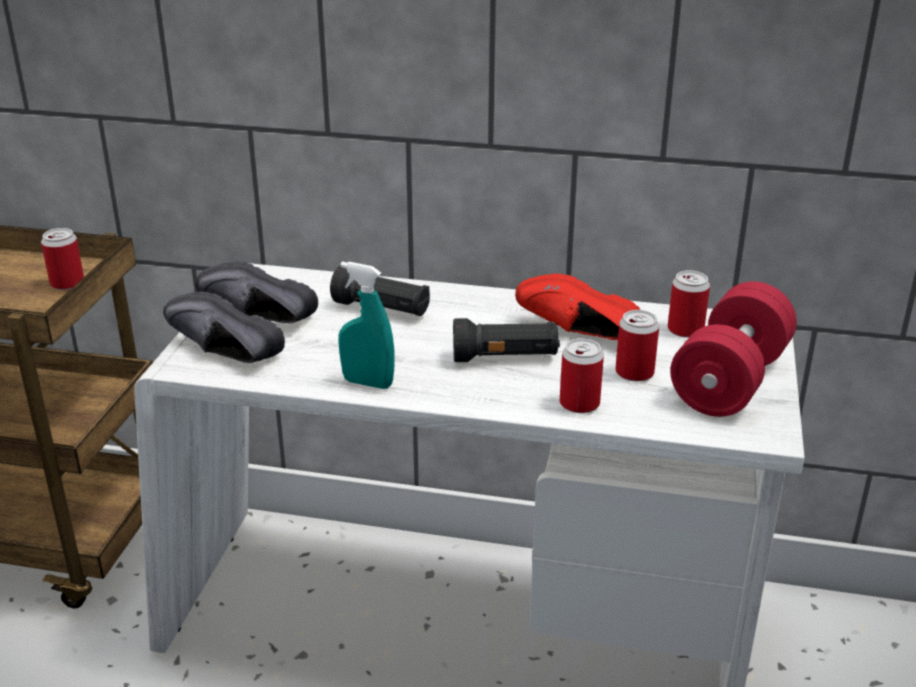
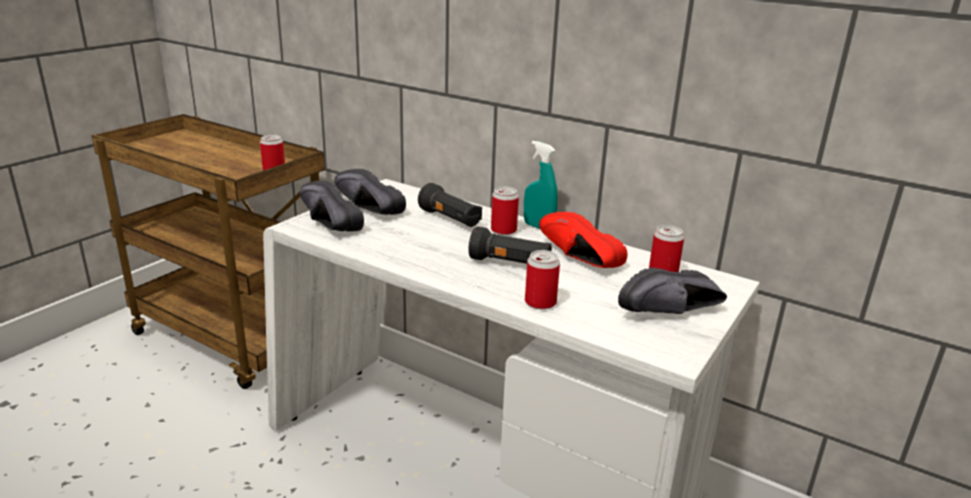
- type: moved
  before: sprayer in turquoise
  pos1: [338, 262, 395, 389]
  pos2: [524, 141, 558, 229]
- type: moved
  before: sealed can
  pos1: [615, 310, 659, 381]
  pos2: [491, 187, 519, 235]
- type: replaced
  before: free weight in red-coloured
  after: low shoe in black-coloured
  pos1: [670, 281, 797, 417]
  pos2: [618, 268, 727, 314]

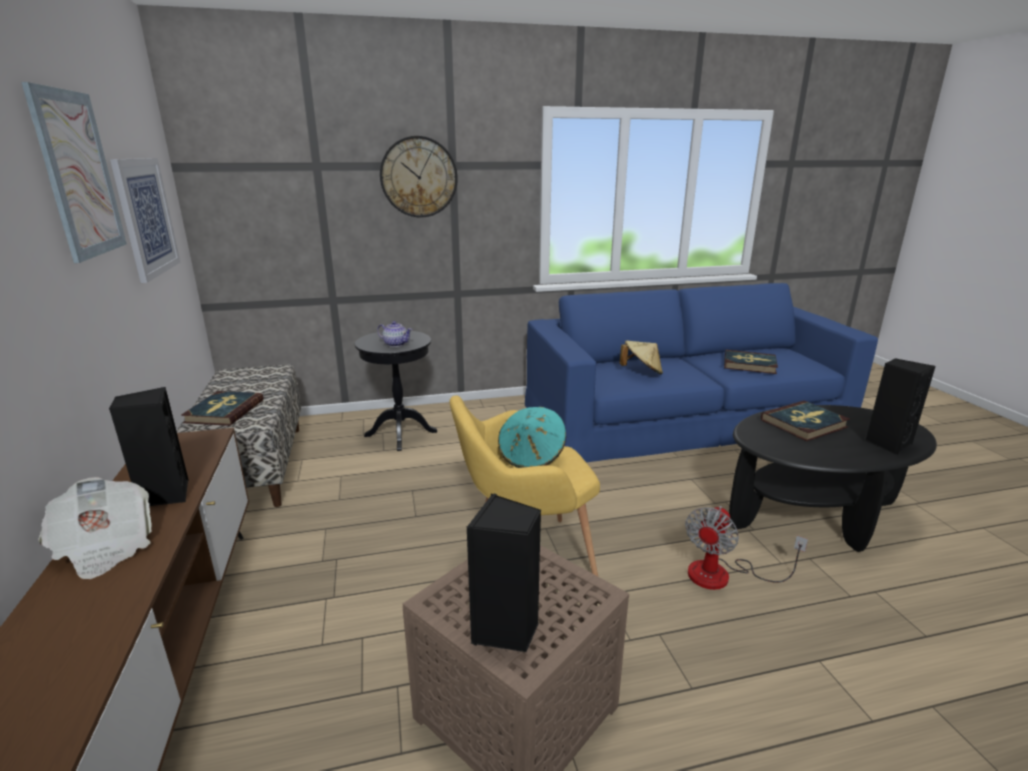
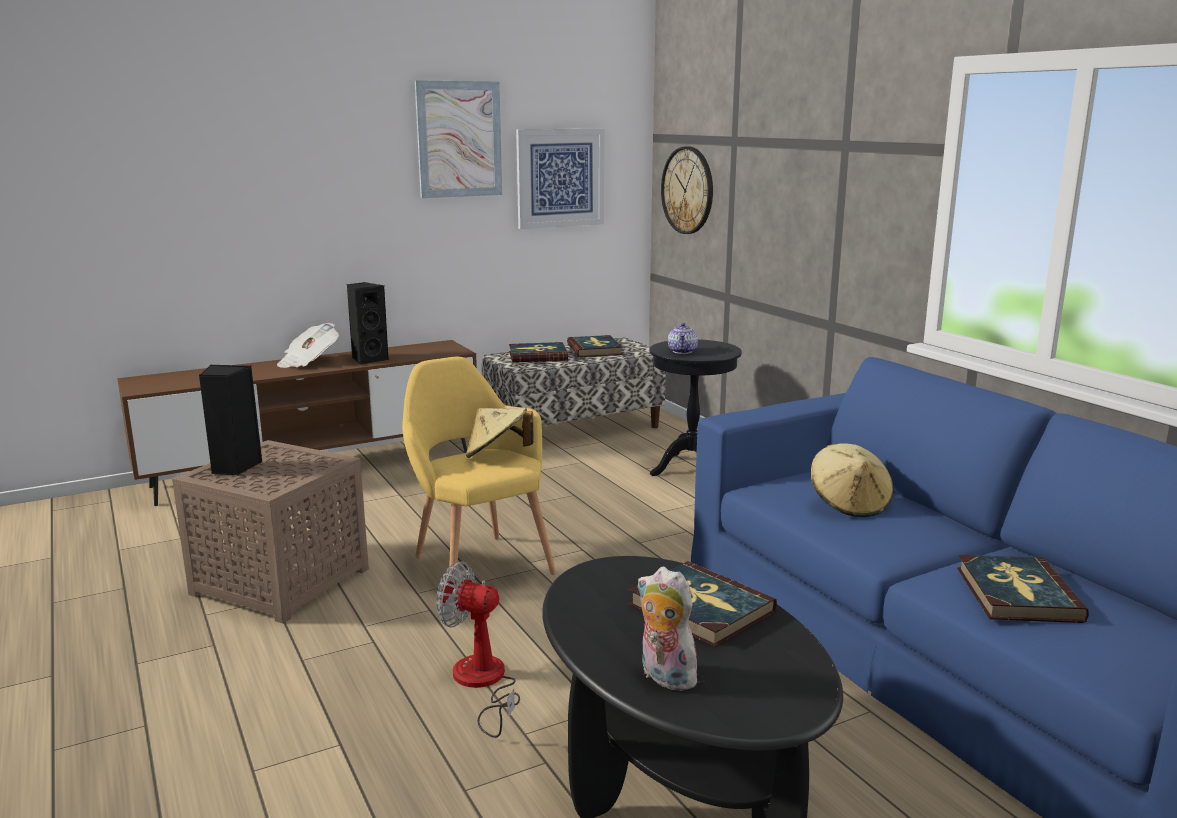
- type: moved
  before: hanging clock
  pos1: [380, 136, 458, 218]
  pos2: [661, 146, 713, 234]
- type: recoloured
  before: clothing hat in turquoise
  after: clothing hat in beige-coloured
  pos1: [498, 407, 566, 468]
  pos2: [466, 408, 534, 458]
- type: replaced
  before: audio speaker in black-coloured
  after: soft toy
  pos1: [865, 358, 936, 455]
  pos2: [638, 567, 697, 691]
- type: added
  after: book
  pos2: [567, 335, 623, 357]

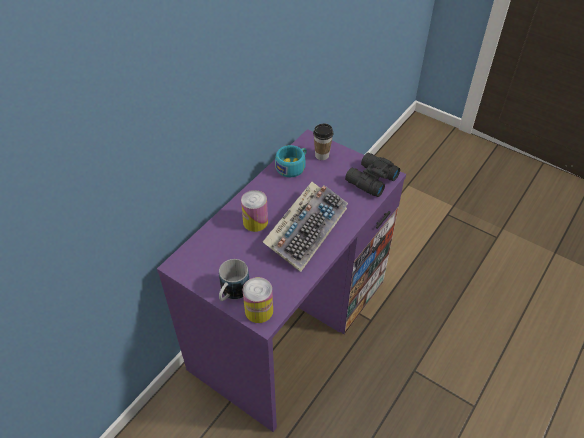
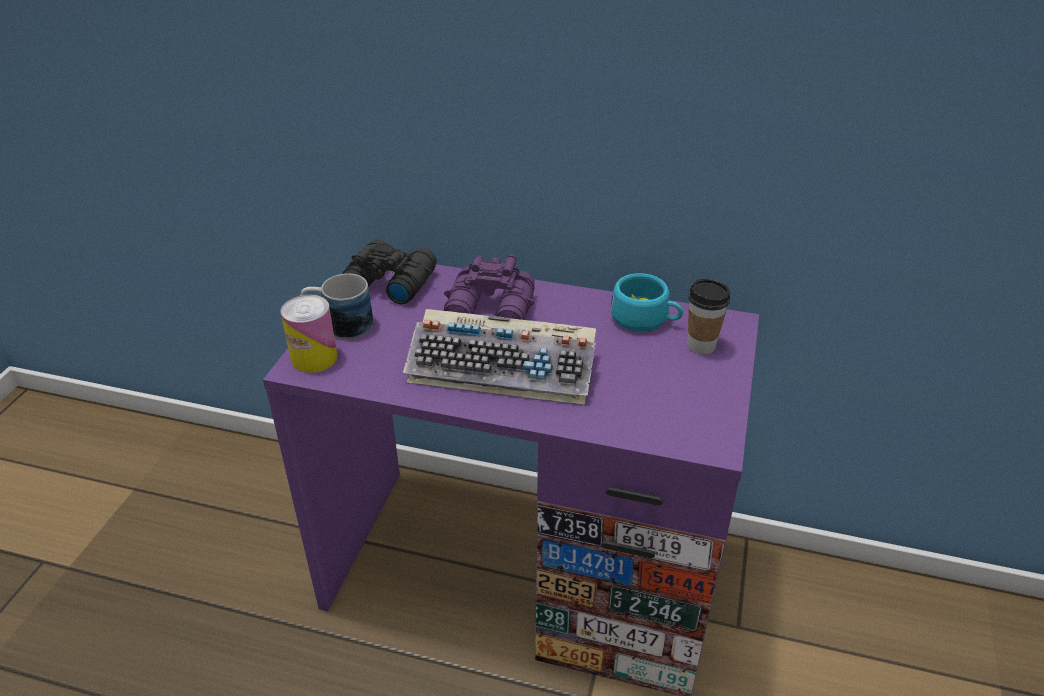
- type: replaced
  before: sealed can
  after: binoculars in purple-coloured
  pos1: [241, 190, 268, 232]
  pos2: [444, 255, 535, 320]
- type: moved
  before: binoculars in black-coloured
  pos1: [345, 153, 400, 197]
  pos2: [343, 240, 437, 304]

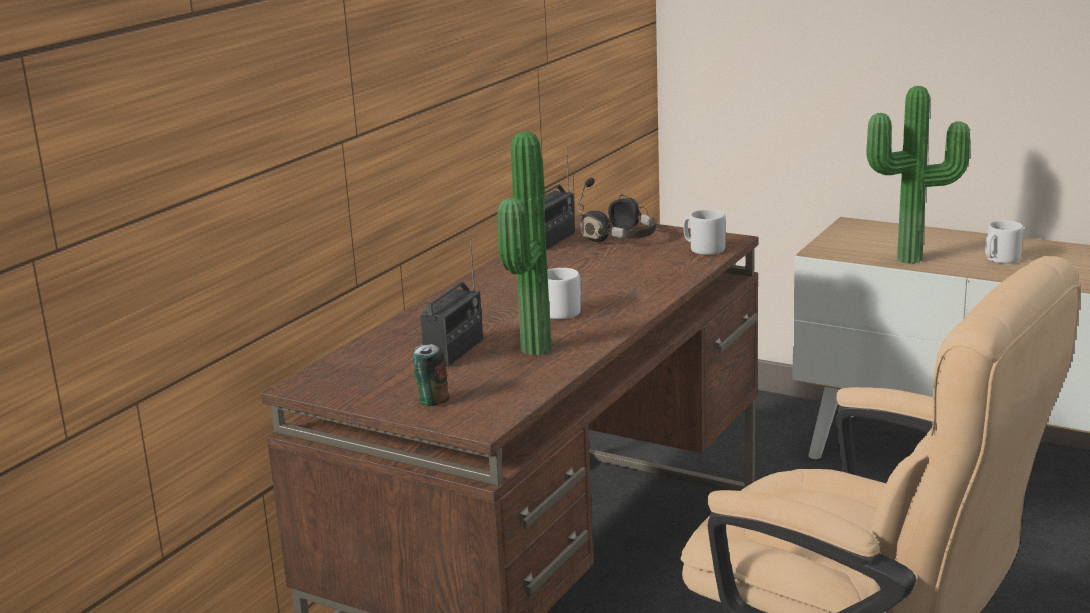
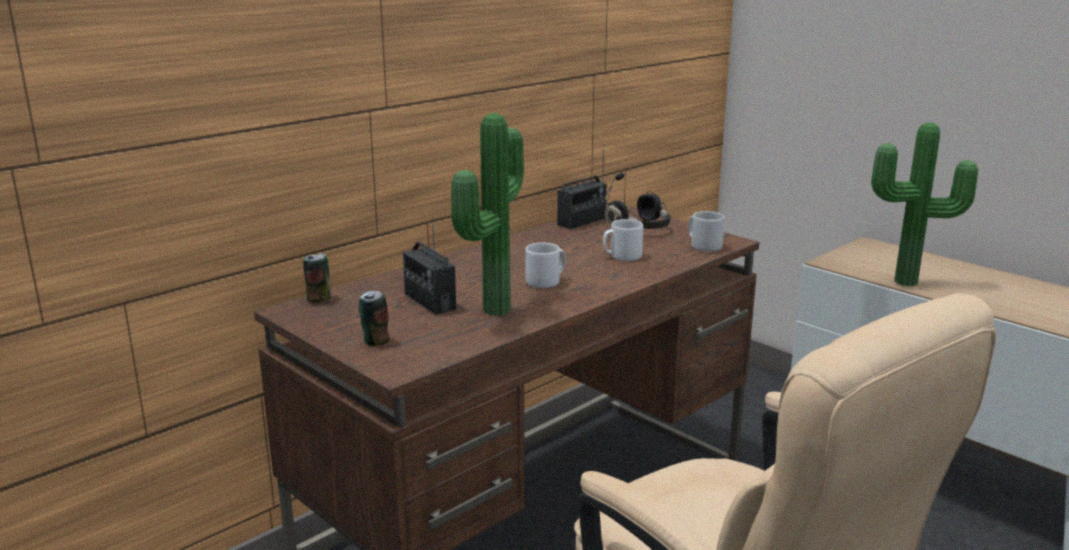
- type: turned
  before: radio receiver
  pos1: [420, 237, 483, 367]
  pos2: [403, 218, 456, 315]
  turn: 105
- type: moved
  before: mug in white
  pos1: [985, 220, 1023, 264]
  pos2: [603, 219, 643, 261]
- type: added
  after: sealed can
  pos2: [303, 254, 331, 303]

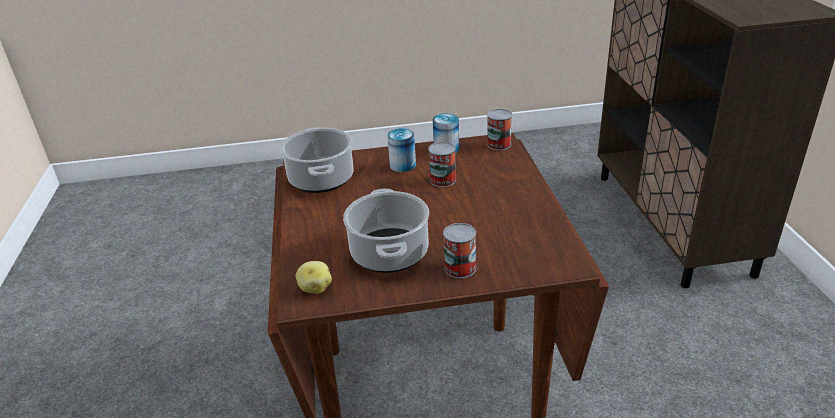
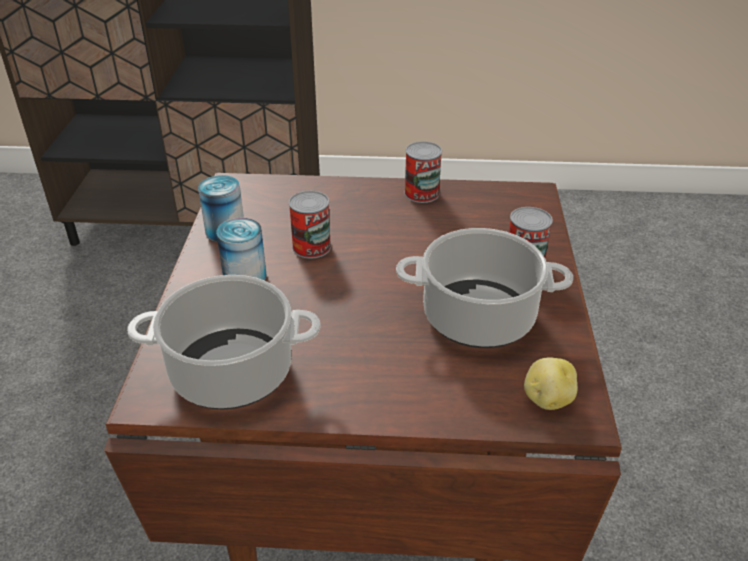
- type: moved
  before: sealed can
  pos1: [487, 109, 512, 150]
  pos2: [404, 141, 442, 203]

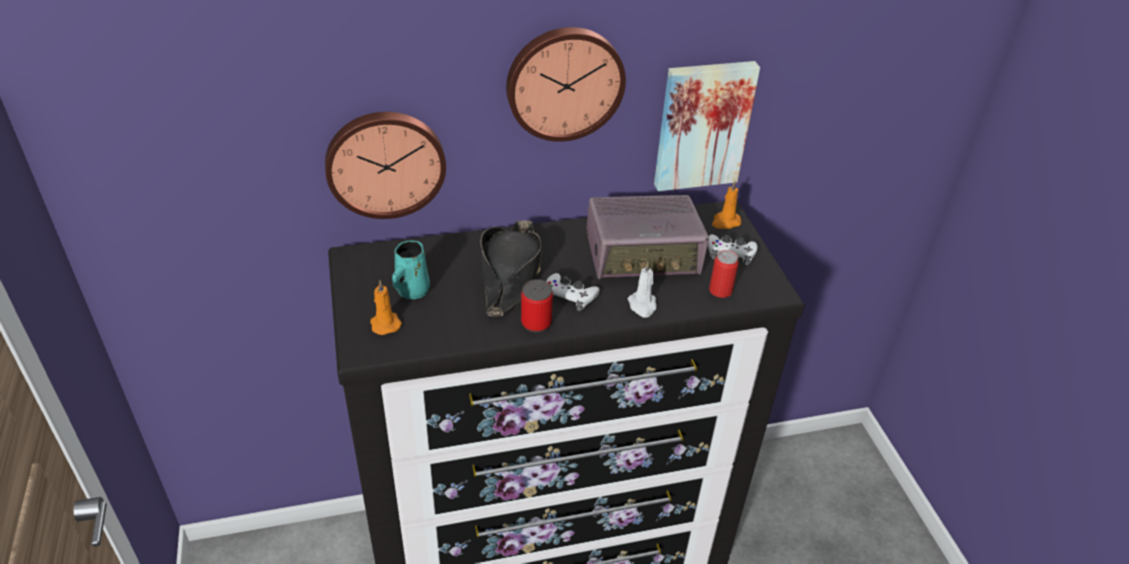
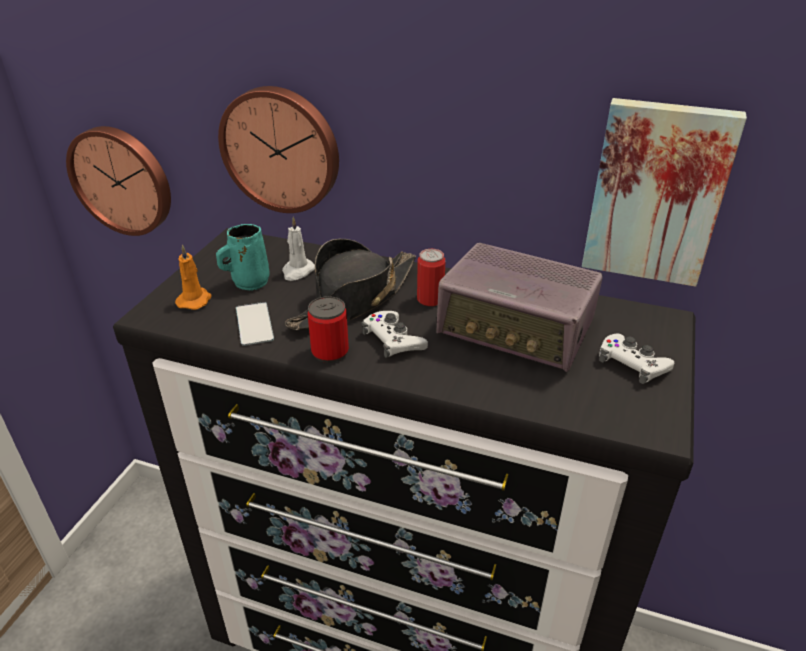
- type: moved
  before: hanging clock
  pos1: [506, 27, 626, 142]
  pos2: [66, 126, 171, 236]
- type: moved
  before: wax candle in white
  pos1: [628, 262, 657, 318]
  pos2: [282, 217, 315, 281]
- type: moved
  before: sealed can
  pos1: [709, 250, 739, 298]
  pos2: [417, 249, 445, 306]
- type: removed
  before: wax candle in orange
  pos1: [712, 181, 741, 229]
- type: added
  after: handset
  pos2: [236, 302, 274, 346]

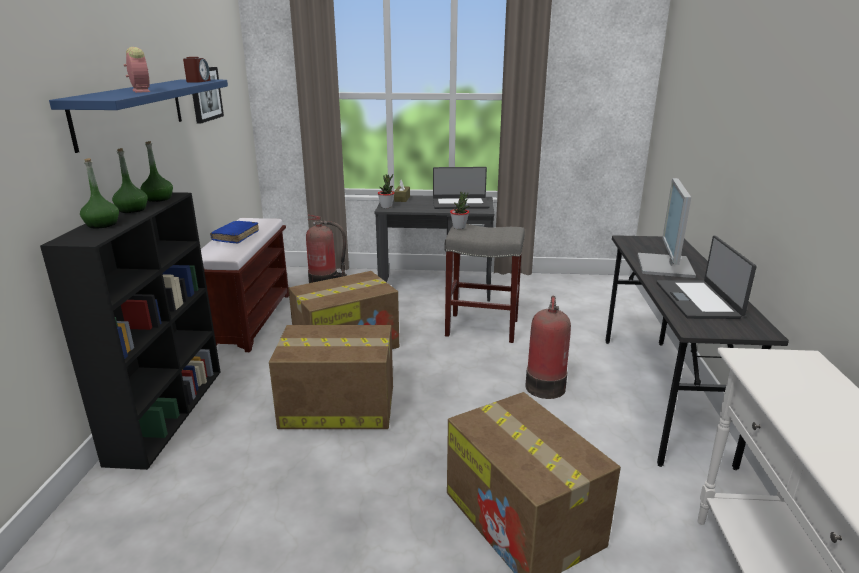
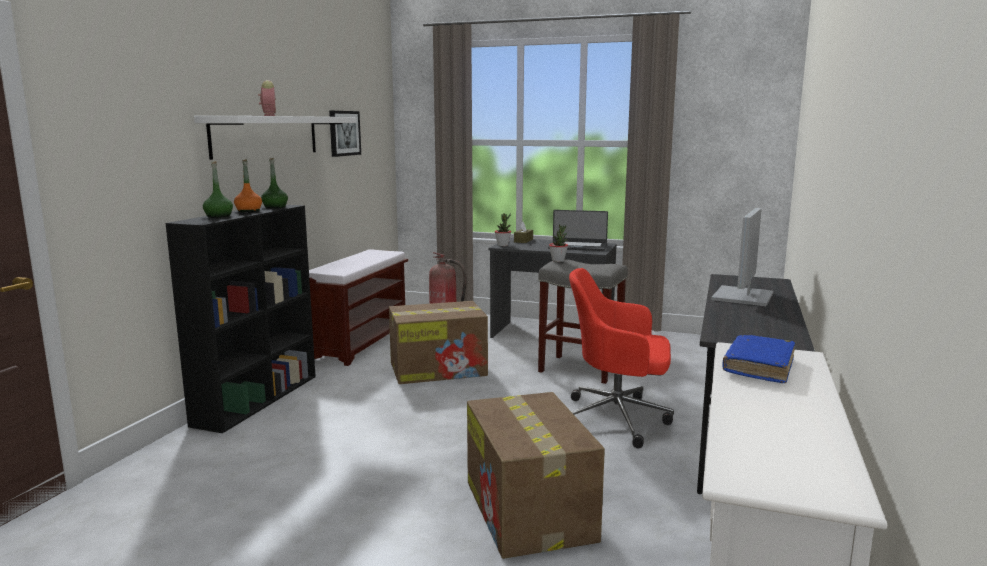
- type: recoloured
  before: shelf in blue-coloured
  after: shelf in white
  pos1: [49, 79, 228, 153]
  pos2: [194, 116, 357, 160]
- type: recoloured
  before: beverage bottle in greenish
  after: beverage bottle in orange
  pos1: [112, 148, 148, 213]
  pos2: [234, 159, 262, 212]
- type: removed
  before: alarm clock
  pos1: [183, 57, 211, 83]
- type: moved
  before: book in blue-coloured
  pos1: [210, 221, 259, 243]
  pos2: [723, 335, 795, 383]
- type: removed
  before: cardboard box
  pos1: [269, 325, 393, 429]
- type: replaced
  before: fire extinguisher
  after: desk chair in red-coloured
  pos1: [525, 296, 571, 399]
  pos2: [569, 268, 674, 448]
- type: removed
  before: portable computer
  pos1: [656, 236, 757, 319]

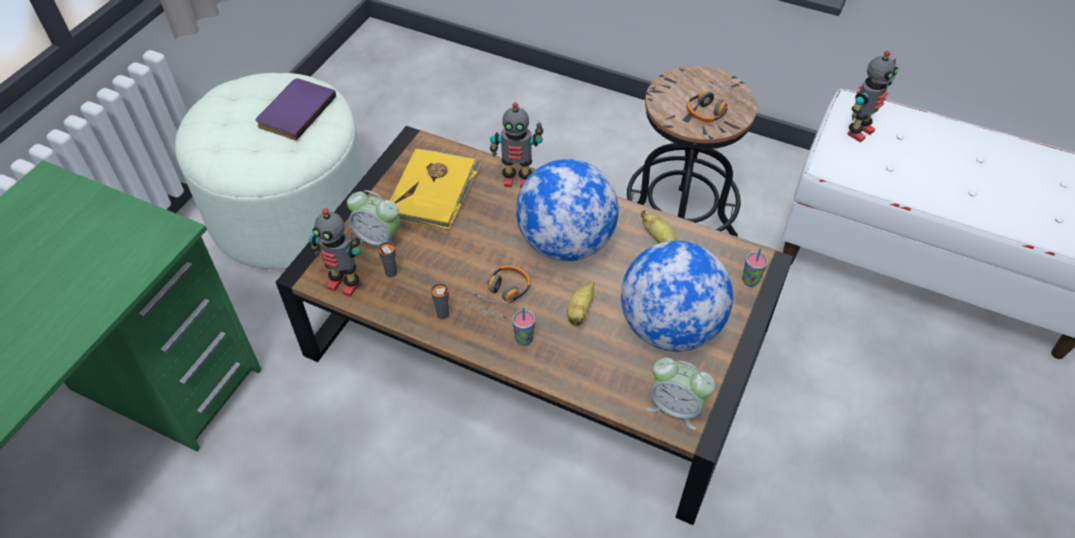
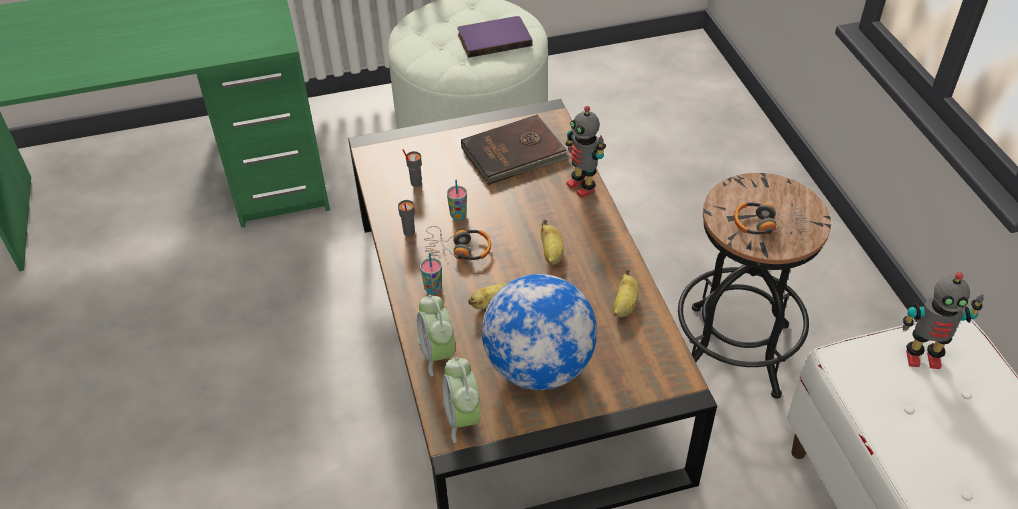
- type: removed
  before: model robot
  pos1: [309, 208, 361, 297]
- type: moved
  before: alarm clock
  pos1: [347, 190, 400, 246]
  pos2: [417, 295, 455, 376]
- type: recoloured
  before: book in yellow-coloured
  after: book in brown-coloured
  pos1: [390, 148, 481, 230]
  pos2: [461, 115, 570, 185]
- type: replaced
  before: globe
  after: banana fruit
  pos1: [516, 159, 619, 262]
  pos2: [541, 220, 564, 265]
- type: moved
  before: small cup
  pos1: [742, 248, 768, 287]
  pos2: [447, 180, 467, 221]

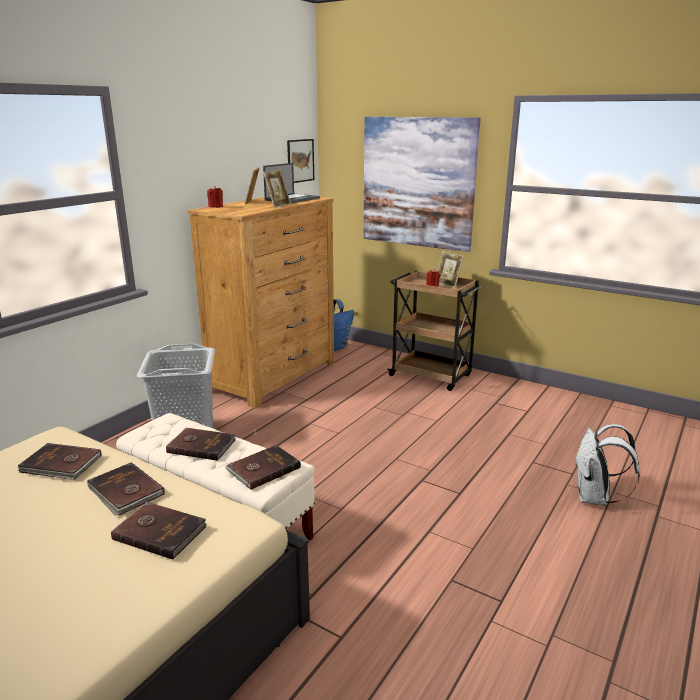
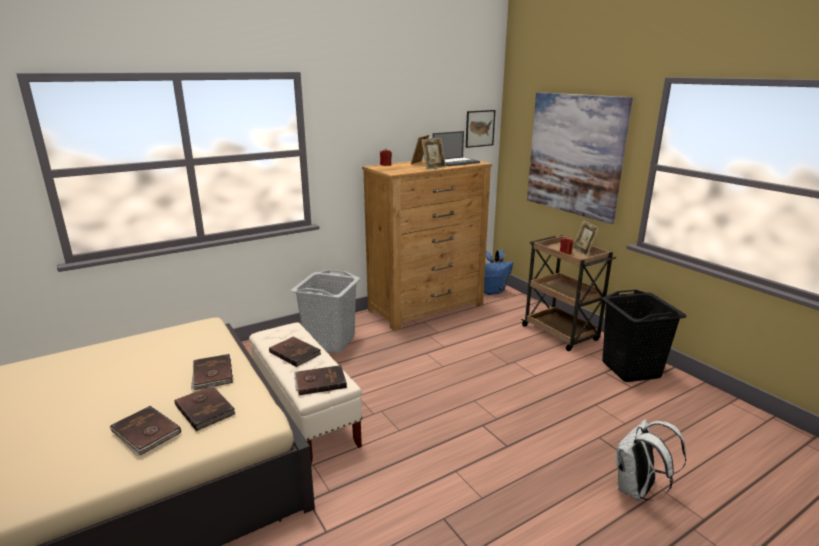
- type: moved
  before: book in brown-coloured
  pos1: [17, 443, 101, 480]
  pos2: [110, 406, 181, 456]
- type: added
  after: washing basket in black-coloured
  pos2: [602, 290, 687, 382]

